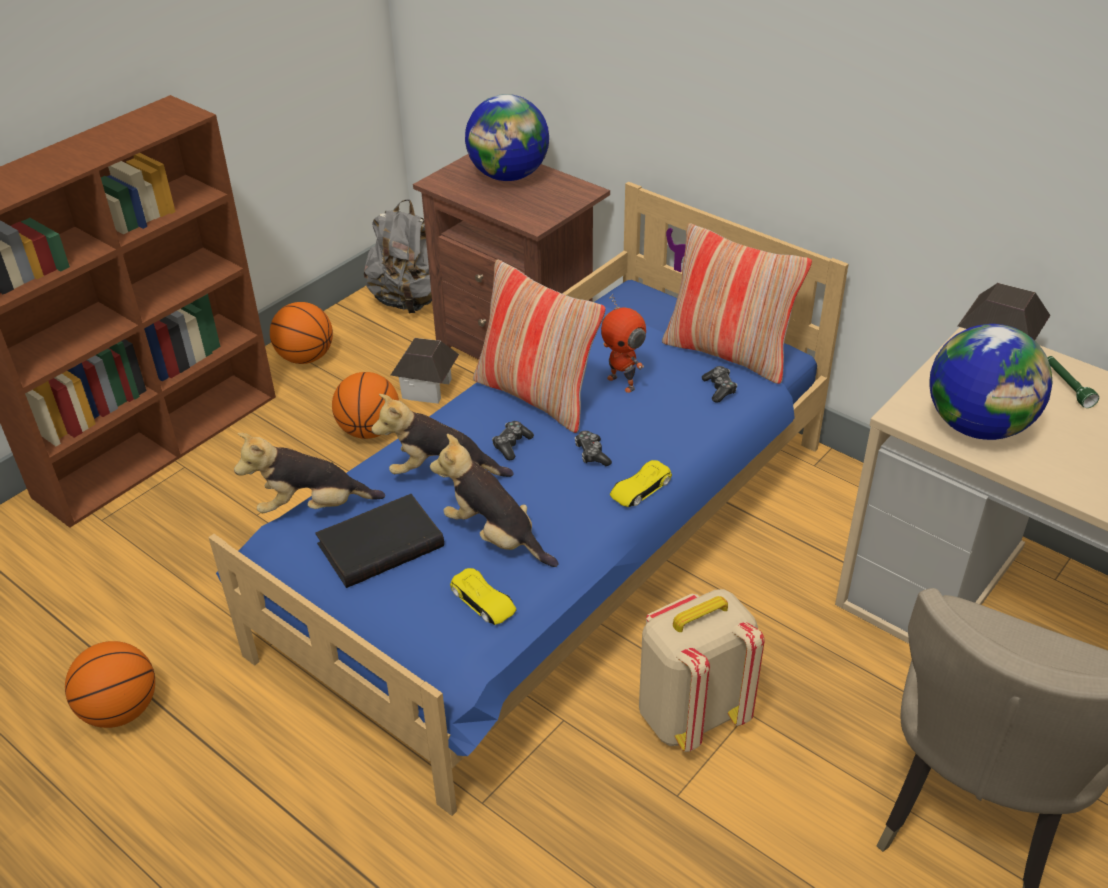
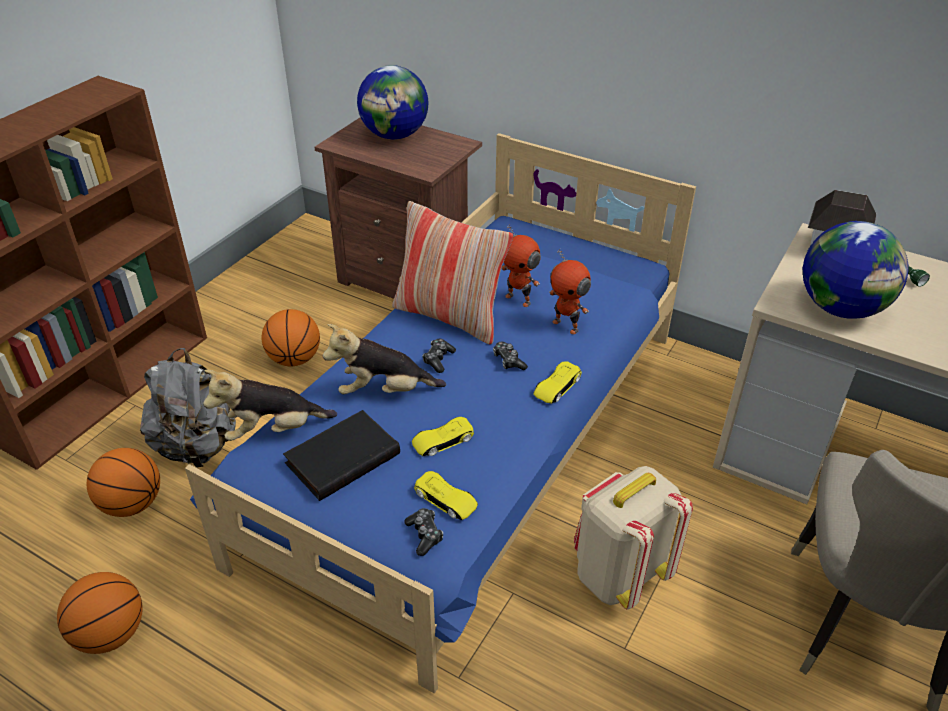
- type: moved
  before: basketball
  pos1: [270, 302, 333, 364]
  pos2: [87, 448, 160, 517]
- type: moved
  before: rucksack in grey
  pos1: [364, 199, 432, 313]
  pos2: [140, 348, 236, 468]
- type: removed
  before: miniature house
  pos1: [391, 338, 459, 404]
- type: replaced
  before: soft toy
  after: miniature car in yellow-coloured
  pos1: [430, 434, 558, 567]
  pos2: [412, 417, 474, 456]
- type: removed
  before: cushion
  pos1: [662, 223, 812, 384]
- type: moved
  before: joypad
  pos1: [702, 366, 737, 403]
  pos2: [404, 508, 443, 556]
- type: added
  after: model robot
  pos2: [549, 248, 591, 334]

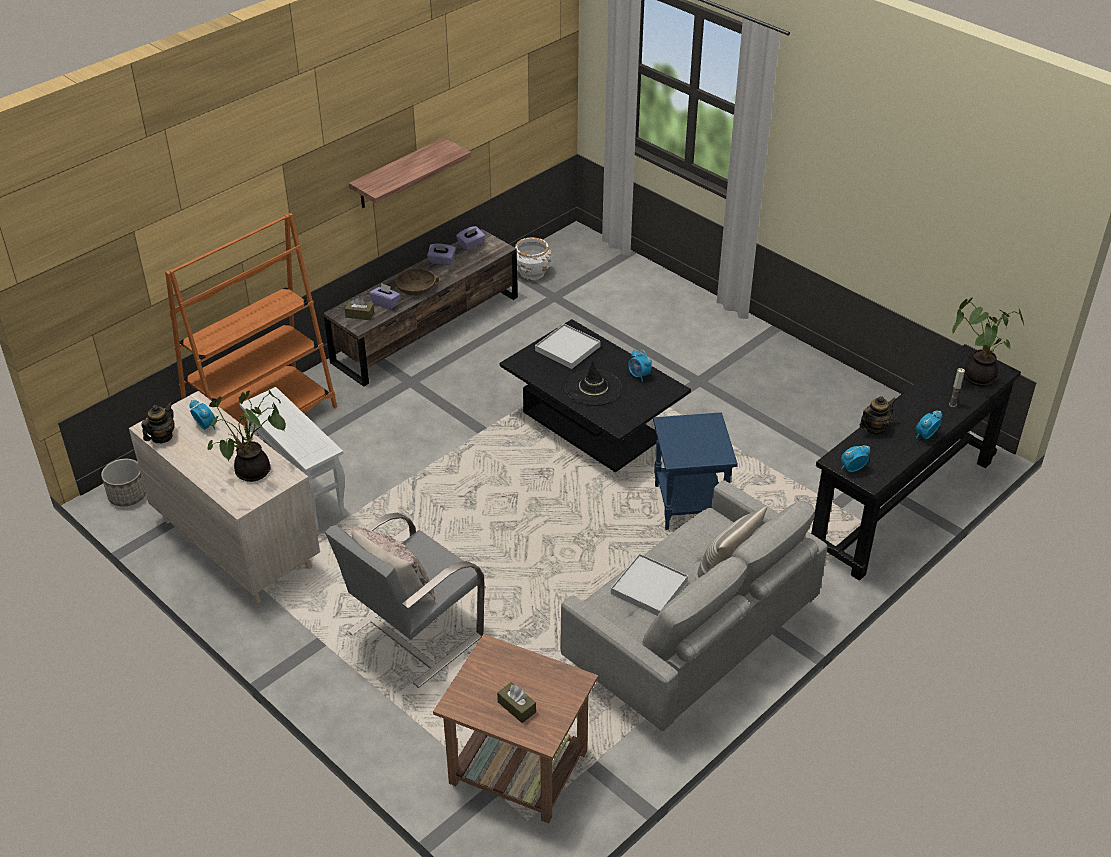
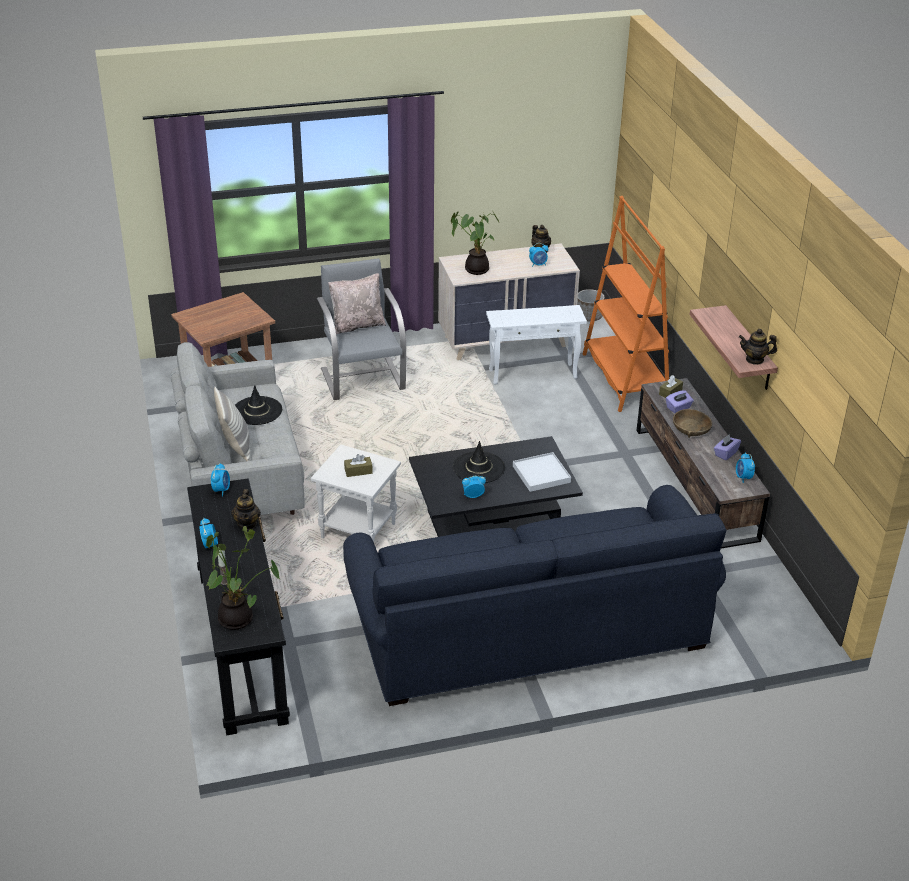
- type: replaced
  before: tissue box in purple-coloured
  after: alarm clock
  pos1: [456, 226, 485, 250]
  pos2: [736, 453, 755, 483]
- type: moved
  before: tissue box in brown-coloured
  pos1: [497, 682, 536, 723]
  pos2: [344, 454, 373, 477]
- type: removed
  before: plant pot in white
  pos1: [515, 237, 551, 280]
- type: replaced
  before: carrying tray in white
  after: clothing hat in black-coloured
  pos1: [611, 553, 688, 615]
  pos2: [235, 385, 282, 425]
- type: recoloured
  before: accent table in blue-coloured
  after: accent table in white
  pos1: [653, 412, 738, 530]
  pos2: [311, 445, 401, 542]
- type: added
  after: settee in blue-coloured
  pos2: [343, 485, 726, 706]
- type: added
  after: teapot
  pos2: [739, 329, 777, 365]

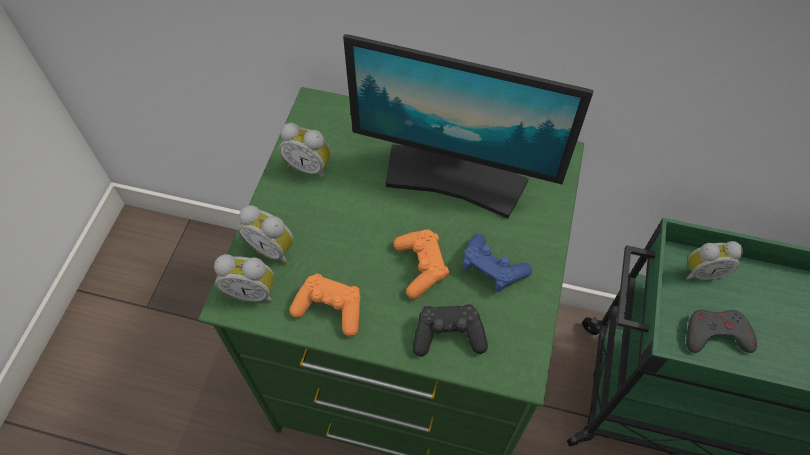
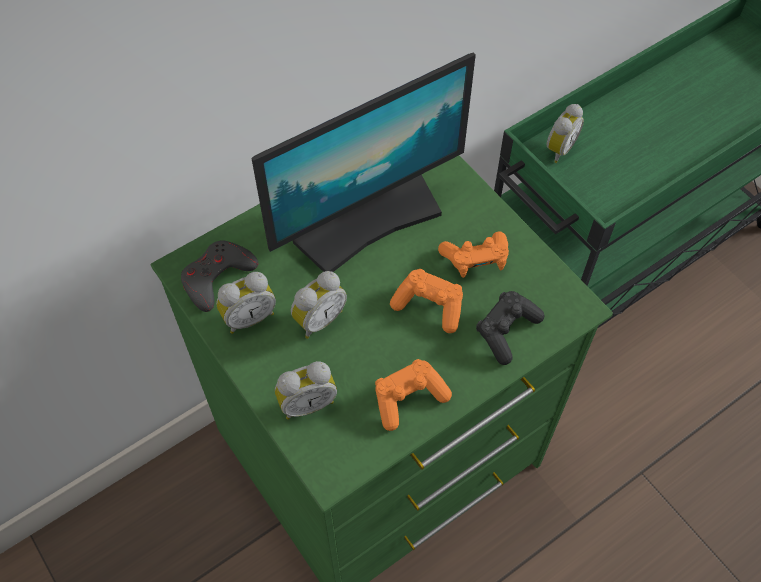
- type: moved
  before: alarm clock
  pos1: [214, 254, 274, 302]
  pos2: [291, 271, 347, 339]
- type: recoloured
  before: joypad in blue-coloured
  after: joypad in orange
  pos1: [463, 234, 532, 292]
  pos2: [438, 231, 509, 278]
- type: moved
  before: joypad in grey
  pos1: [686, 310, 757, 353]
  pos2: [181, 240, 259, 312]

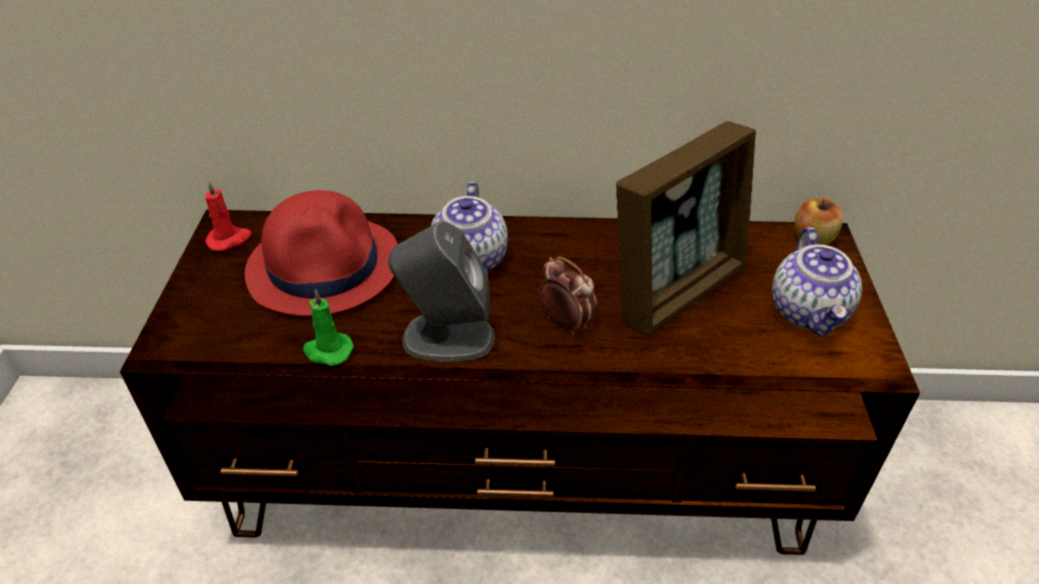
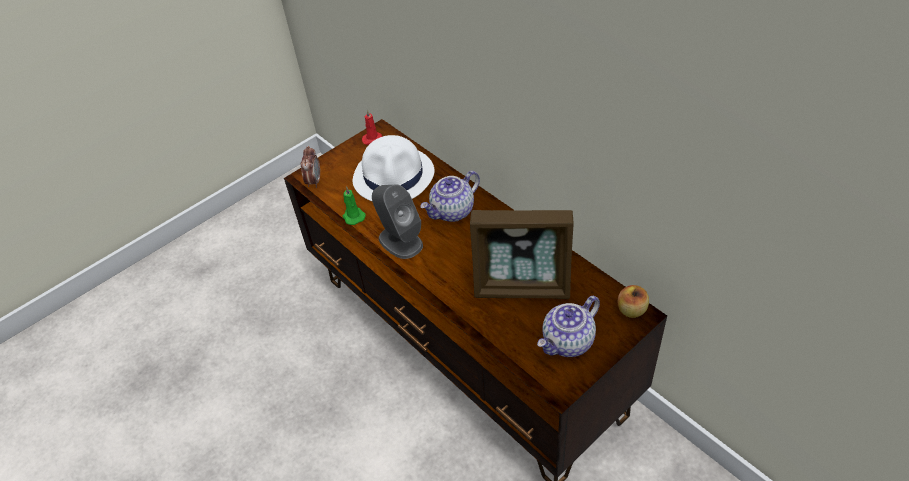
- type: recoloured
  before: clothing hat in red-coloured
  after: clothing hat in white
  pos1: [245, 190, 398, 316]
  pos2: [352, 135, 435, 201]
- type: moved
  before: alarm clock
  pos1: [539, 256, 597, 335]
  pos2: [301, 146, 320, 188]

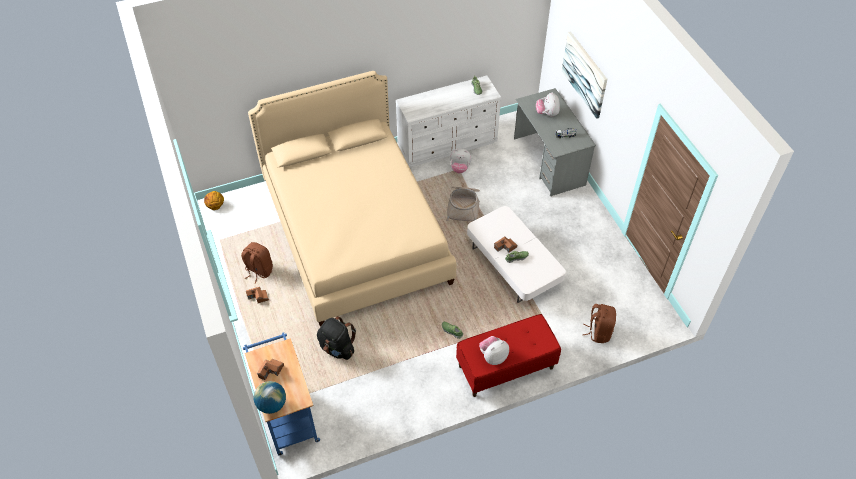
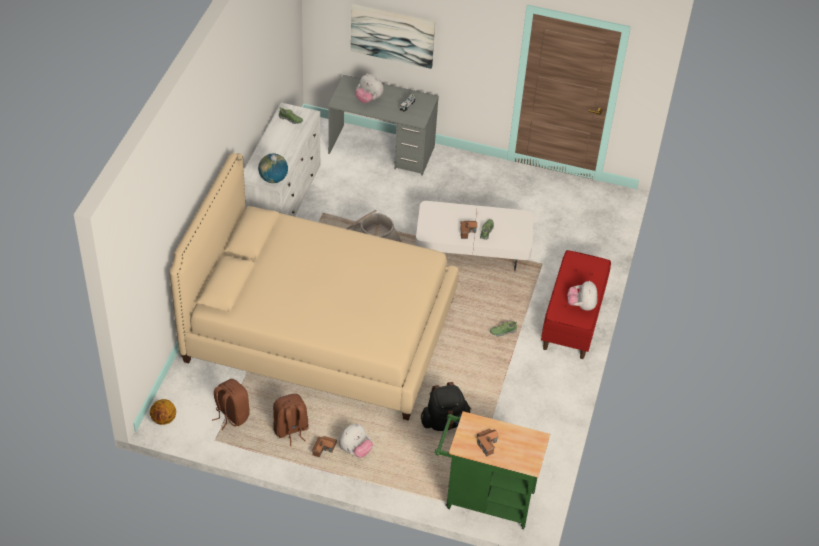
- type: recoloured
  before: wheeled cart in blue-coloured
  after: wheeled cart in greenish
  pos1: [243, 333, 320, 455]
  pos2: [435, 411, 550, 529]
- type: moved
  before: globe
  pos1: [254, 381, 286, 414]
  pos2: [258, 153, 288, 183]
- type: moved
  before: soft toy
  pos1: [450, 148, 472, 173]
  pos2: [339, 424, 373, 458]
- type: moved
  before: rucksack in brown-coloured
  pos1: [583, 304, 616, 343]
  pos2: [212, 379, 250, 430]

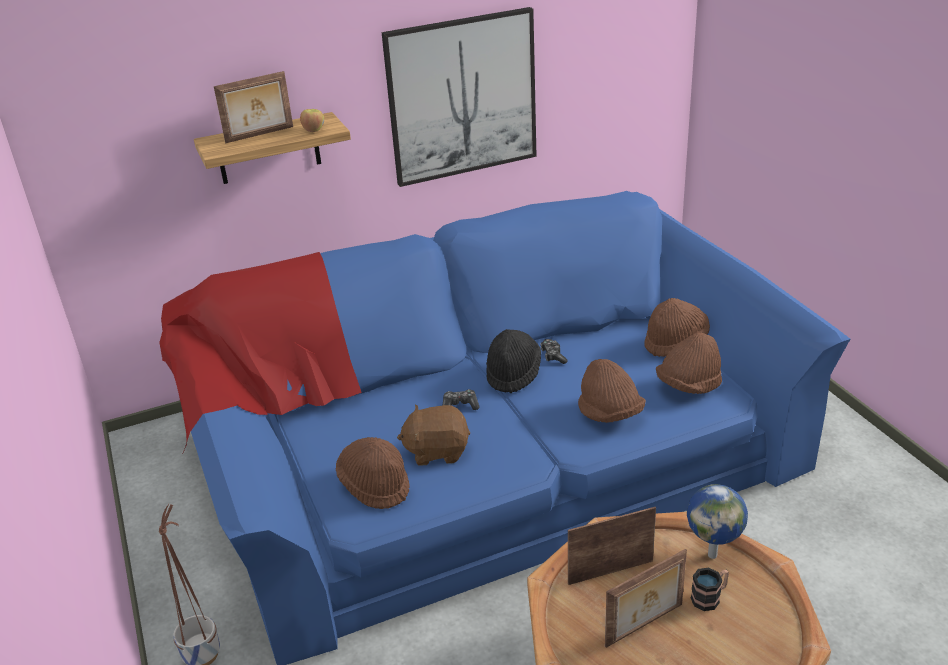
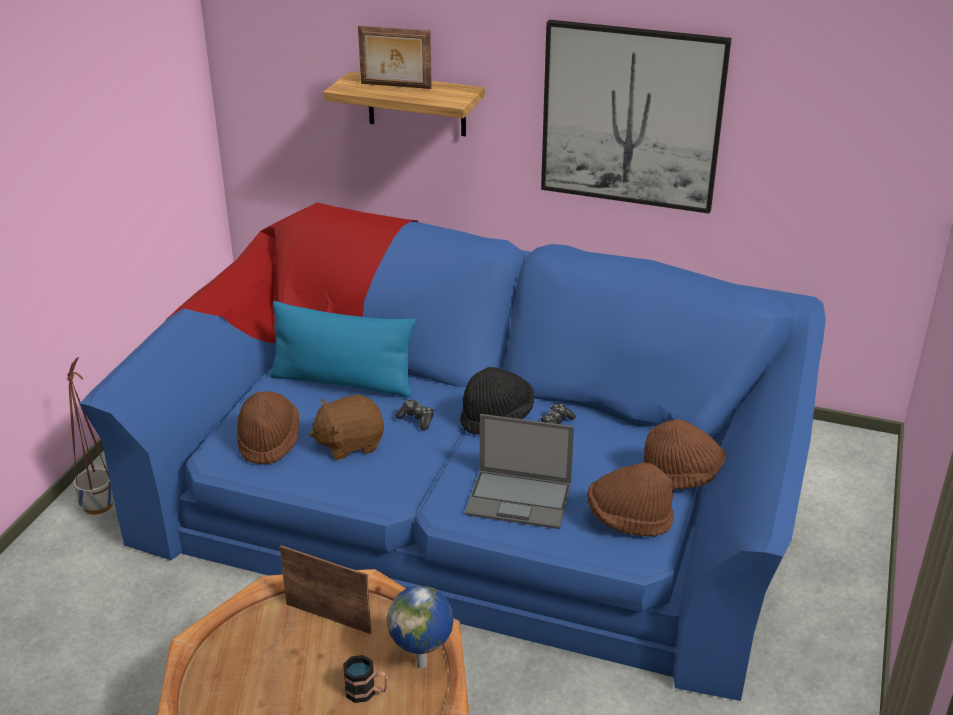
- type: removed
  before: whole apple
  pos1: [300, 109, 324, 132]
- type: turned
  before: soft toy in brown-coloured
  pos1: [397, 404, 470, 466]
  pos2: [309, 395, 384, 460]
  turn: -60
- type: replaced
  before: clothing hat in brown-coloured
  after: portable computer
  pos1: [578, 359, 646, 423]
  pos2: [465, 414, 574, 529]
- type: removed
  before: picture frame
  pos1: [605, 549, 687, 648]
- type: added
  after: cushion in blue-coloured
  pos2: [270, 301, 416, 397]

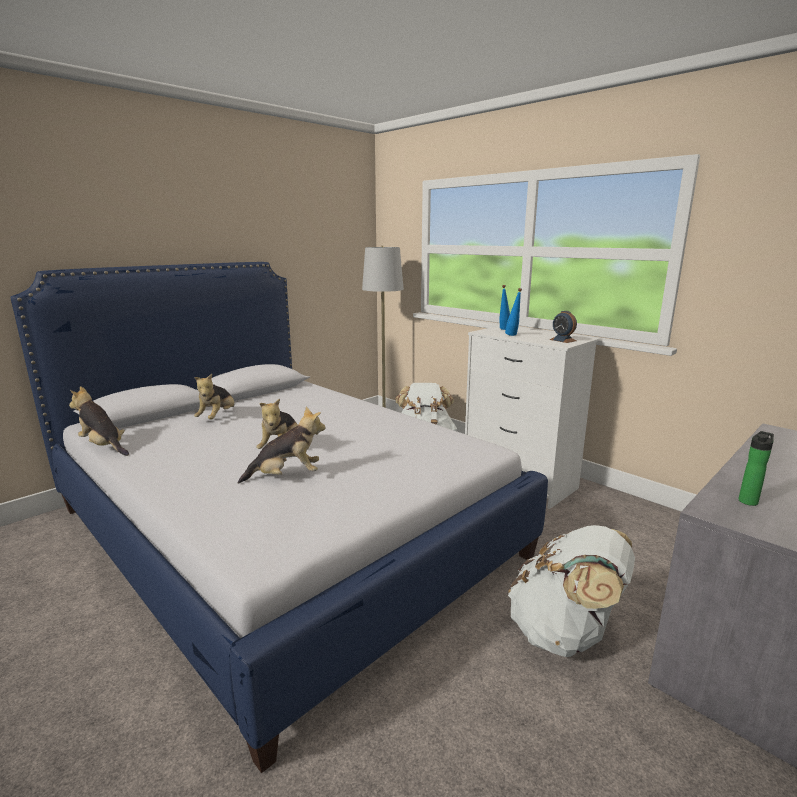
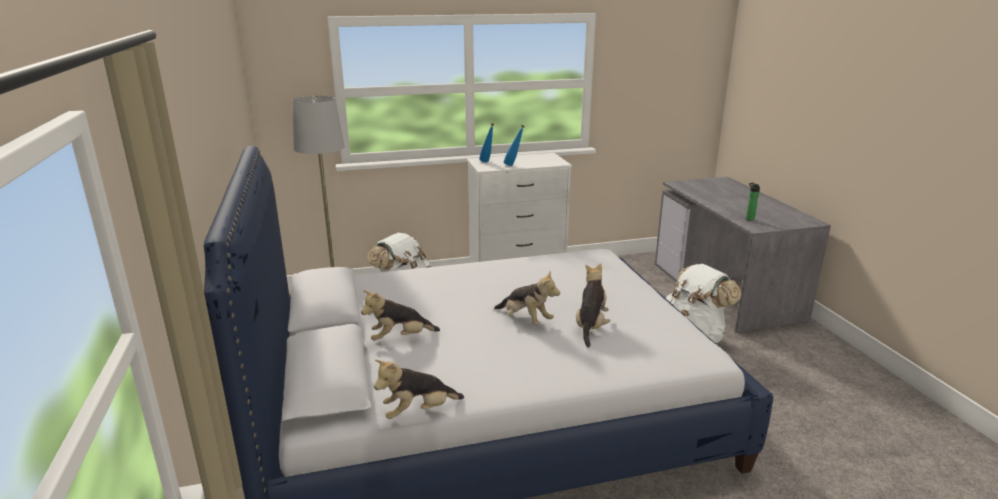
- type: turned
  before: soft toy
  pos1: [194, 374, 234, 419]
  pos2: [361, 290, 440, 341]
  turn: 120
- type: removed
  before: alarm clock
  pos1: [550, 311, 577, 343]

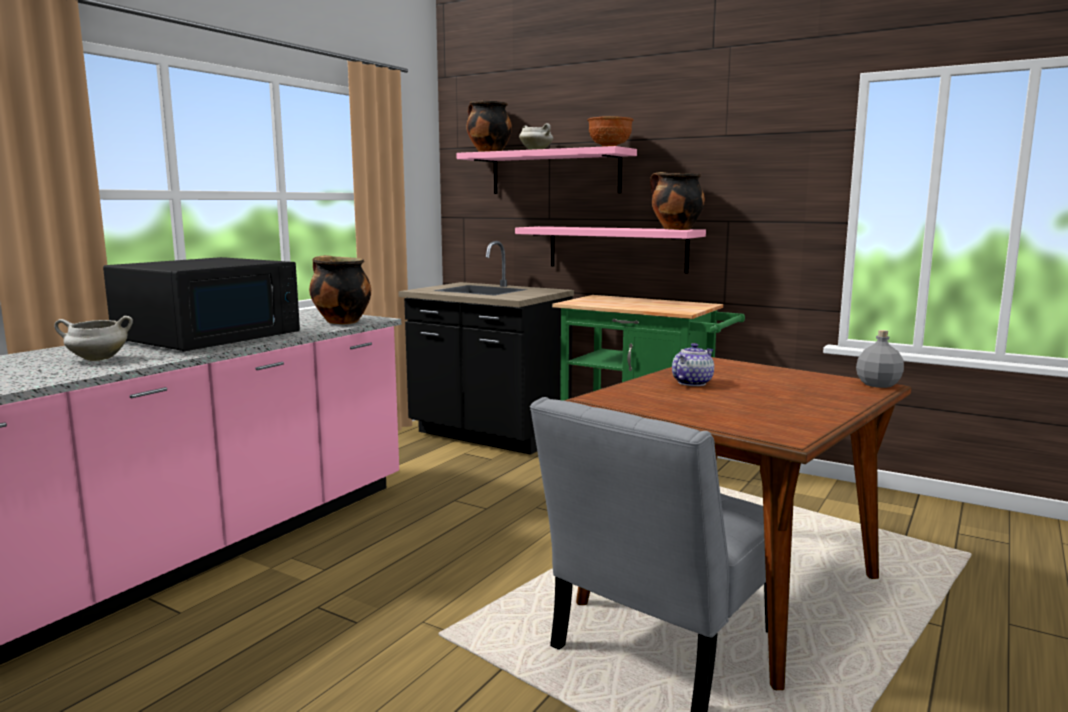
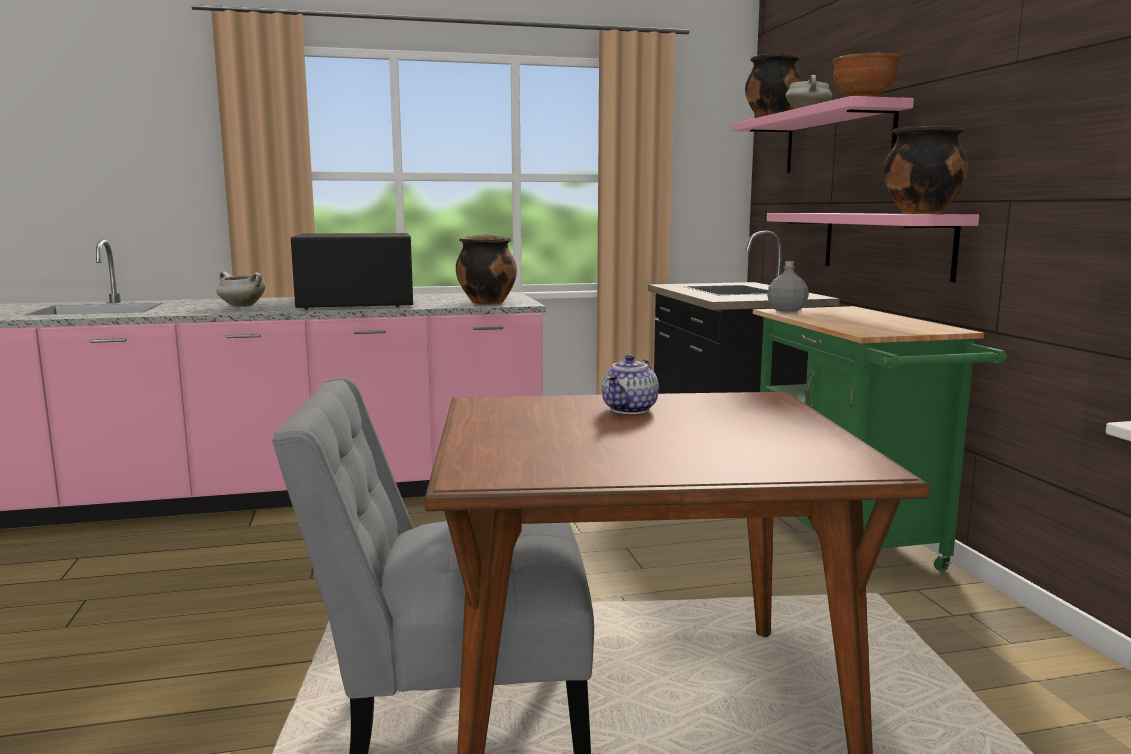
- type: turned
  before: kitchen microwave in black-coloured
  pos1: [103, 257, 300, 351]
  pos2: [291, 233, 413, 310]
  turn: -90
- type: turned
  before: teapot
  pos1: [672, 343, 714, 386]
  pos2: [602, 354, 659, 414]
  turn: 120
- type: moved
  before: beverage bottle in grey
  pos1: [856, 330, 904, 388]
  pos2: [767, 261, 809, 312]

